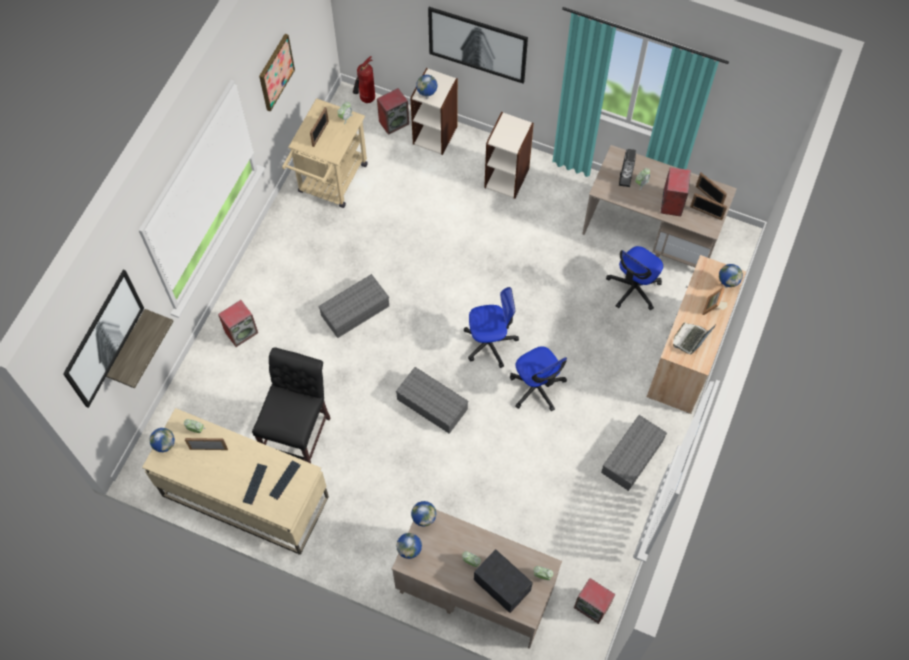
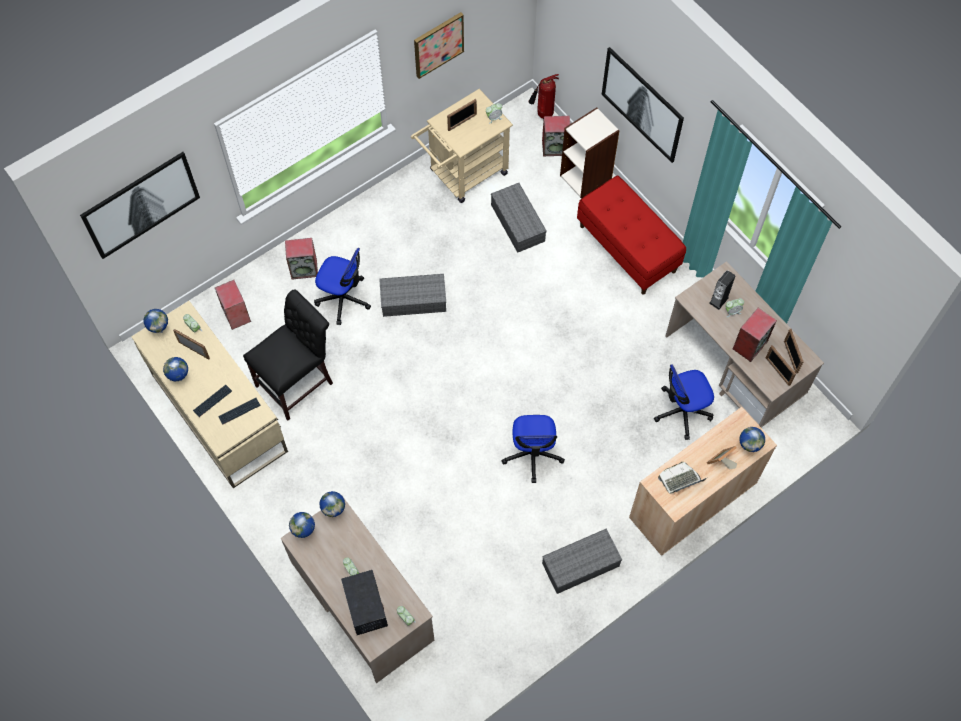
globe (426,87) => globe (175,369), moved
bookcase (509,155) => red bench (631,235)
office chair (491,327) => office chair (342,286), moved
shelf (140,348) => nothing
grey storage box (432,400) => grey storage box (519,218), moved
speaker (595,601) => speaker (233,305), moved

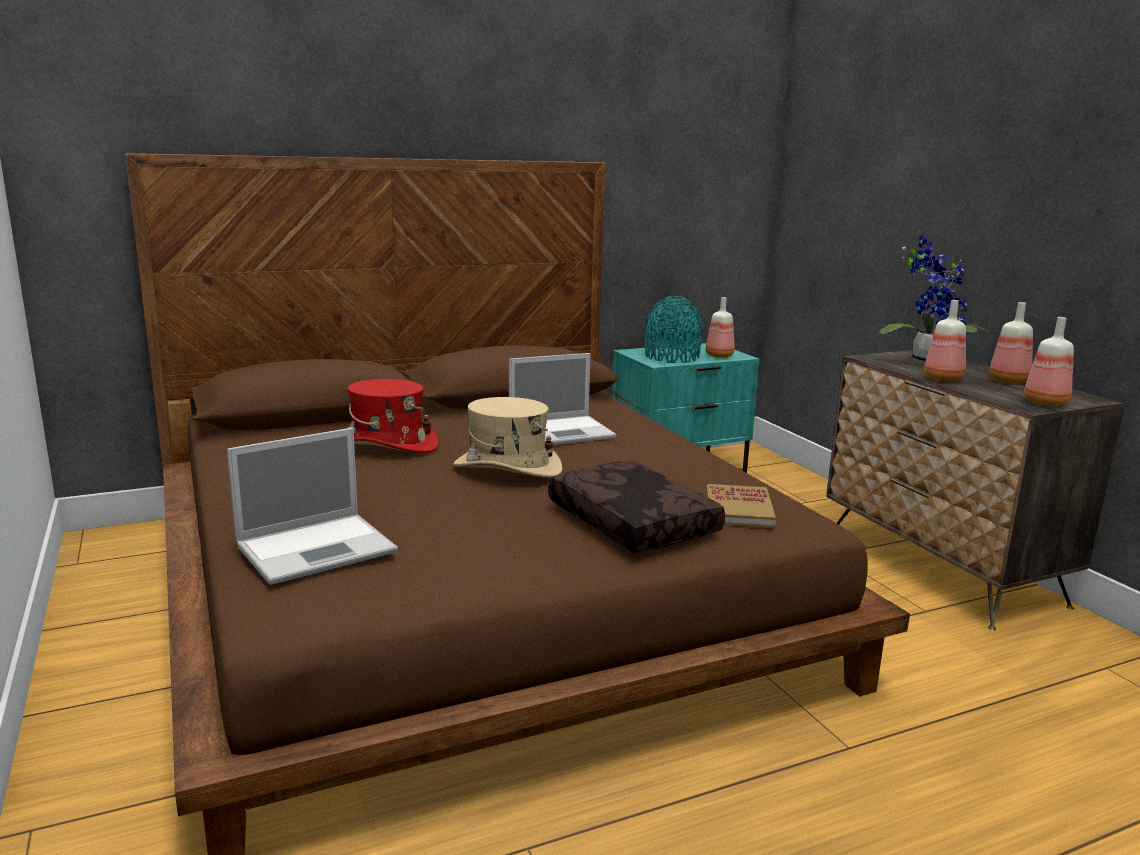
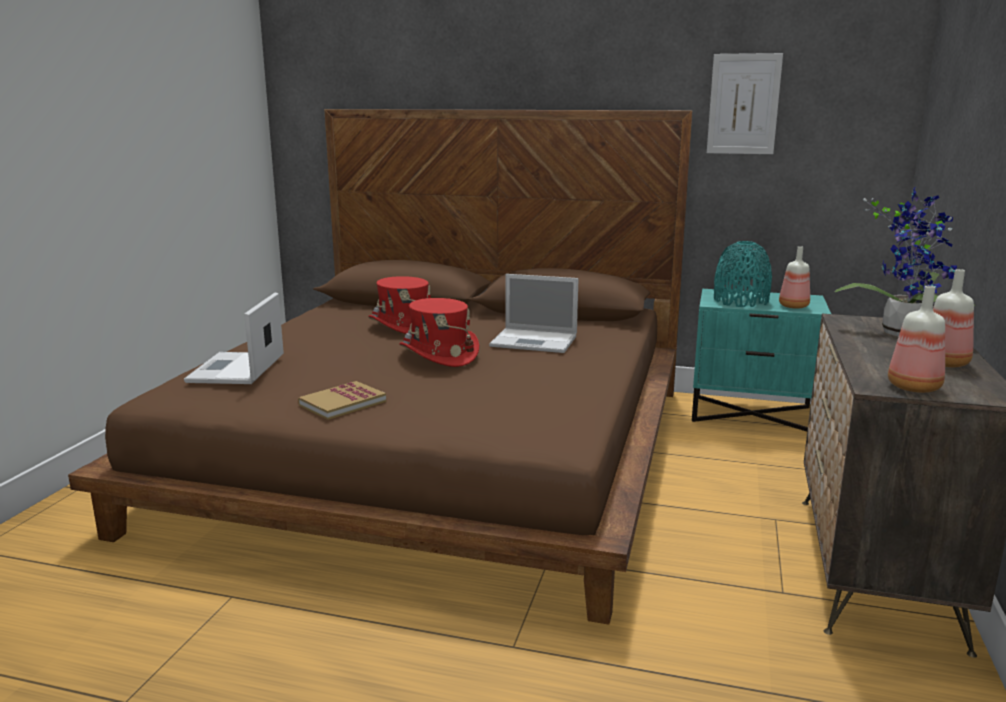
bottle (945,340) => nothing
beige hat (507,437) => red hat (439,332)
laptop (312,506) => laptop (234,338), 90 degrees clockwise
brown pillow (636,507) => nothing
book (741,506) => book (342,400), moved
nothing => picture (745,103)

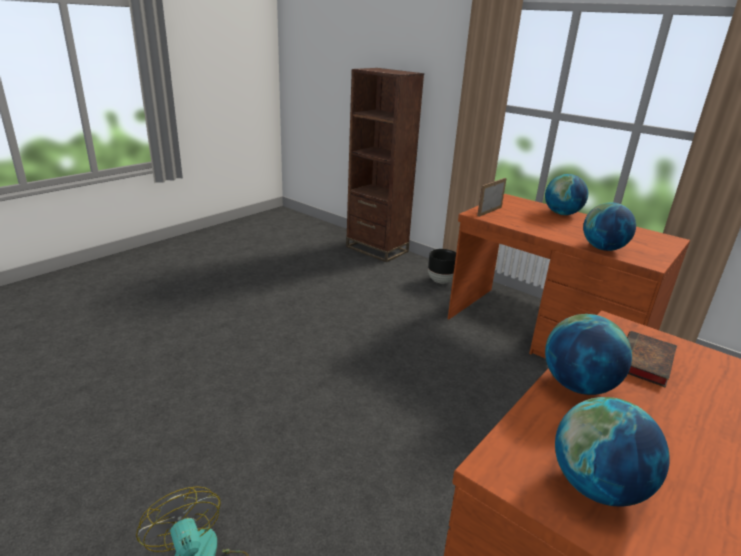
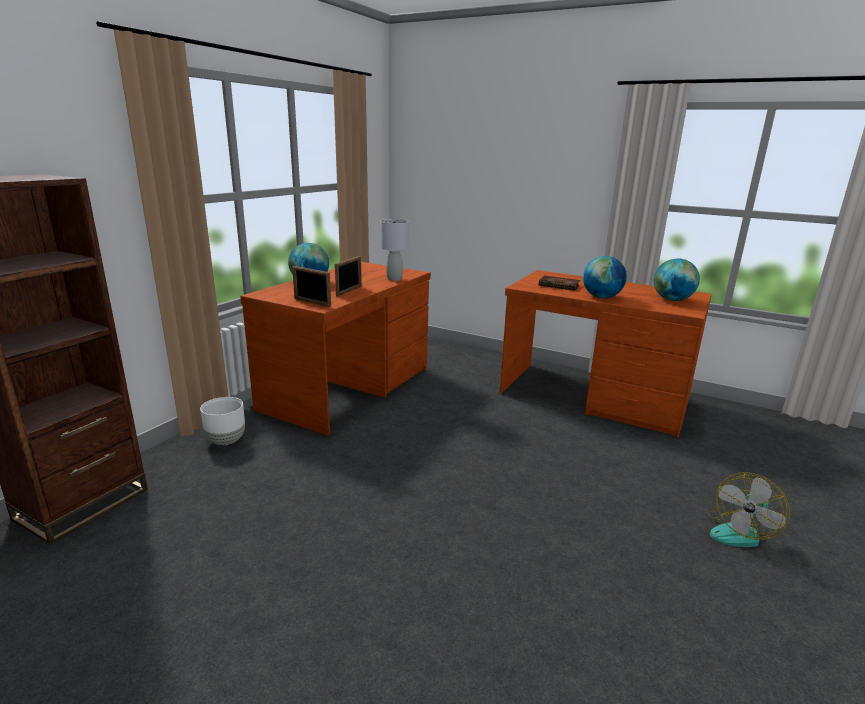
globe (609,226) => grey table lamp (394,250)
black planter (442,266) => white planter (222,421)
nothing => picture frame (348,276)

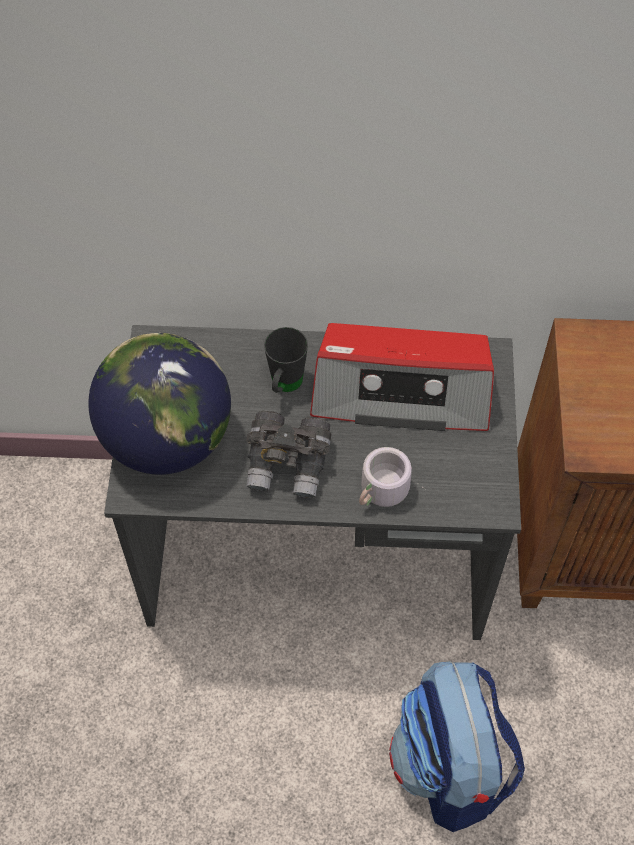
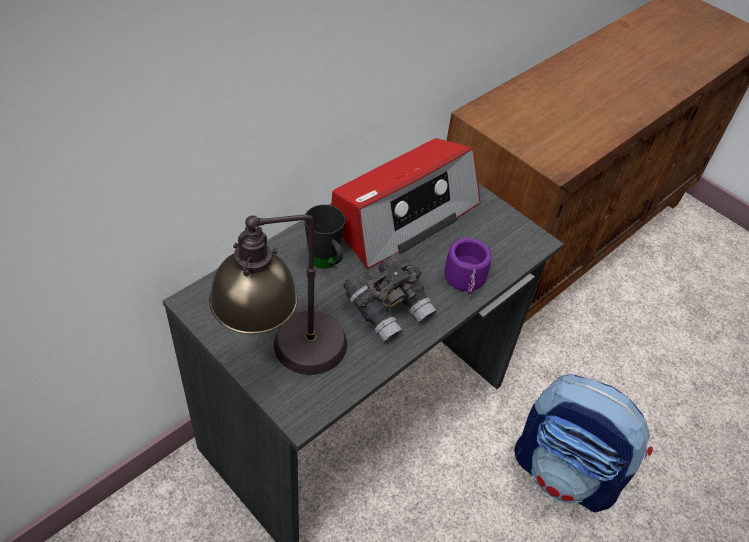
globe (159,404) => table lamp (278,295)
grey mug (392,477) => purple mug (468,266)

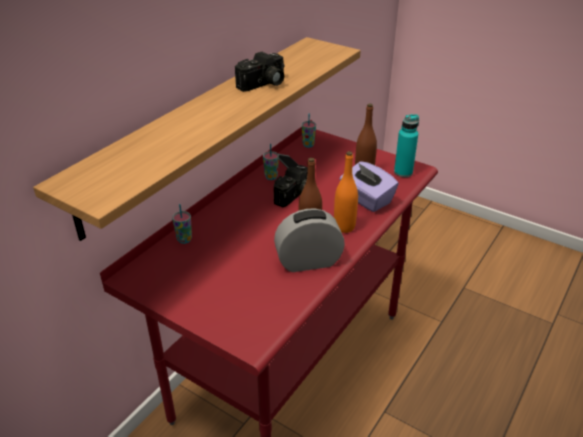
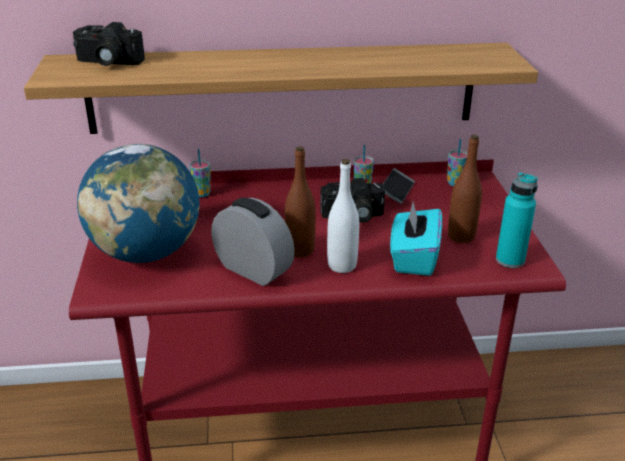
photo camera (259,72) => photo camera (109,44), moved
orange bottle (346,192) => white bottle (343,216)
purple tissue box (369,186) => turquoise tissue box (416,239)
nothing => globe (138,203)

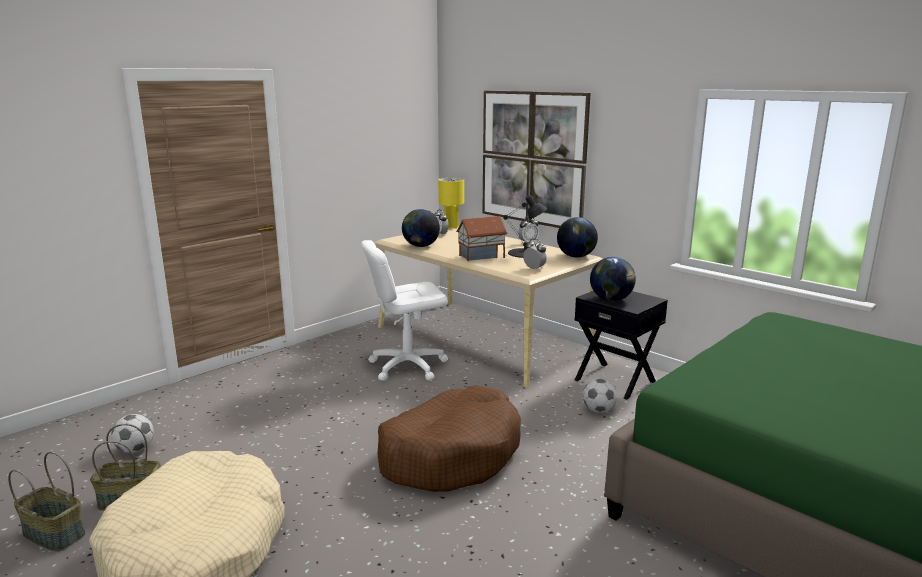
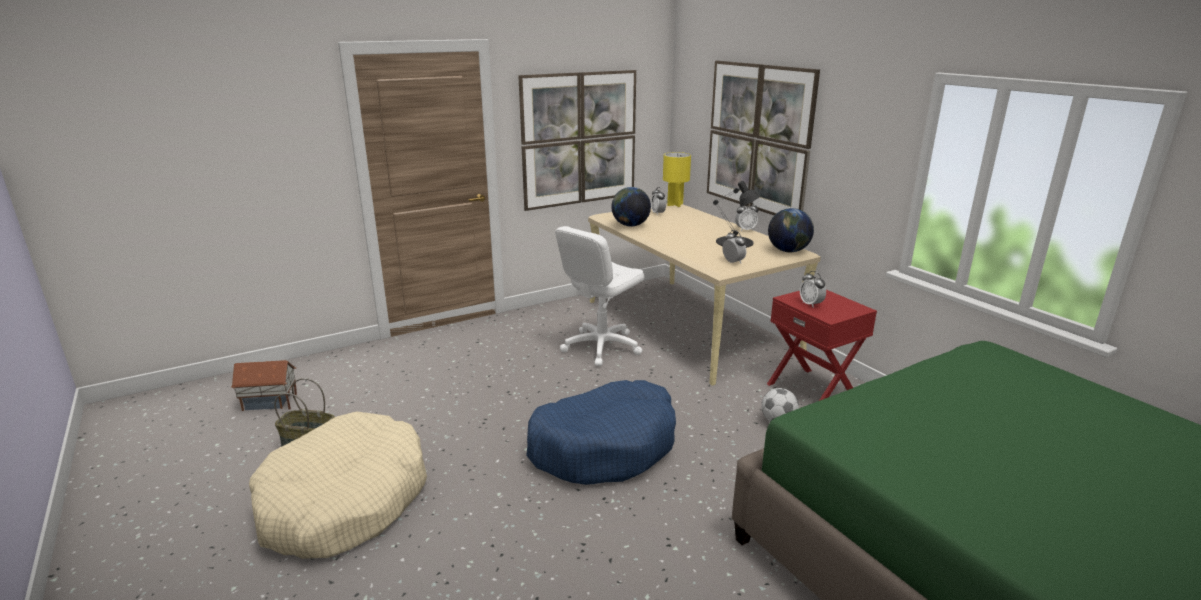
toy house (482,238) => toy house (264,385), moved
white office chair (404,310) => white office chair (599,296), 45 degrees counterclockwise
globe (613,279) => alarm clock (813,289)
black nightstand (621,345) => red nightstand (822,345)
brown dog bed (449,438) => blue dog bed (601,432)
football (132,433) => nothing
basket (46,501) => nothing
nothing => picture (577,140)

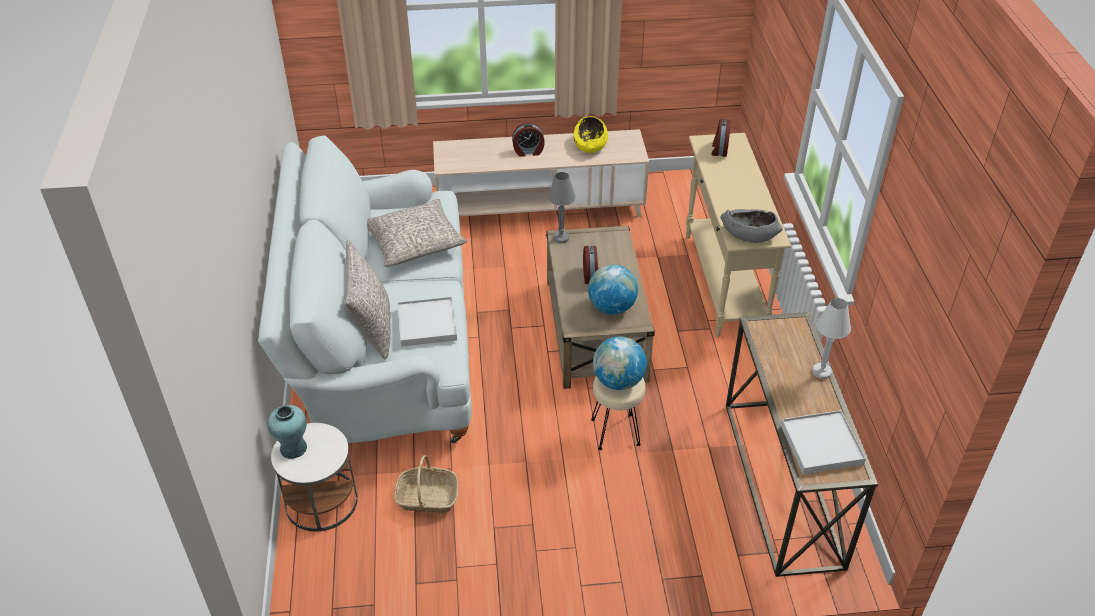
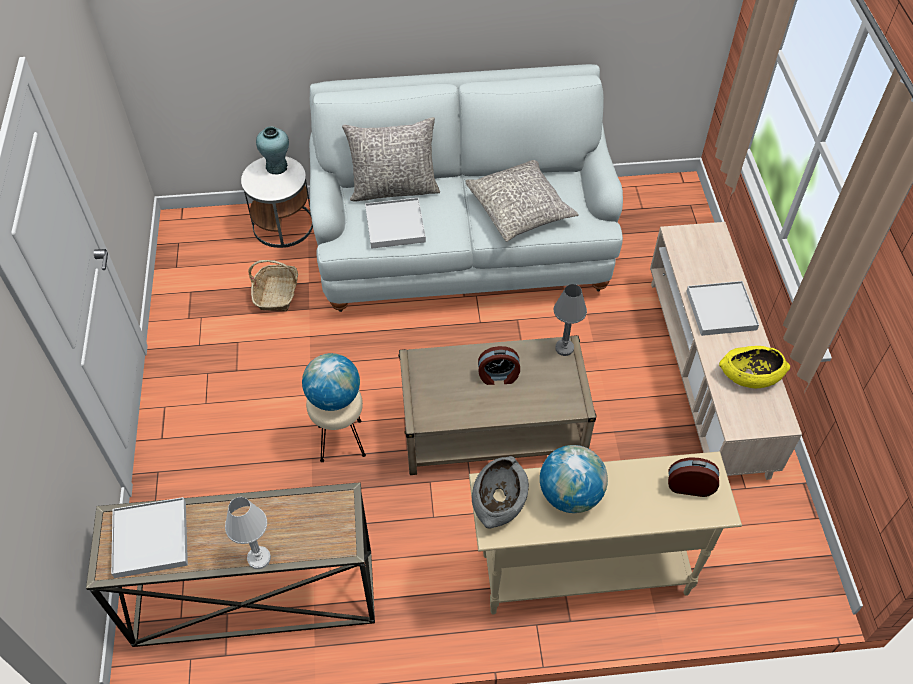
alarm clock (528,139) => white tray (722,308)
globe (613,289) => globe (574,479), moved

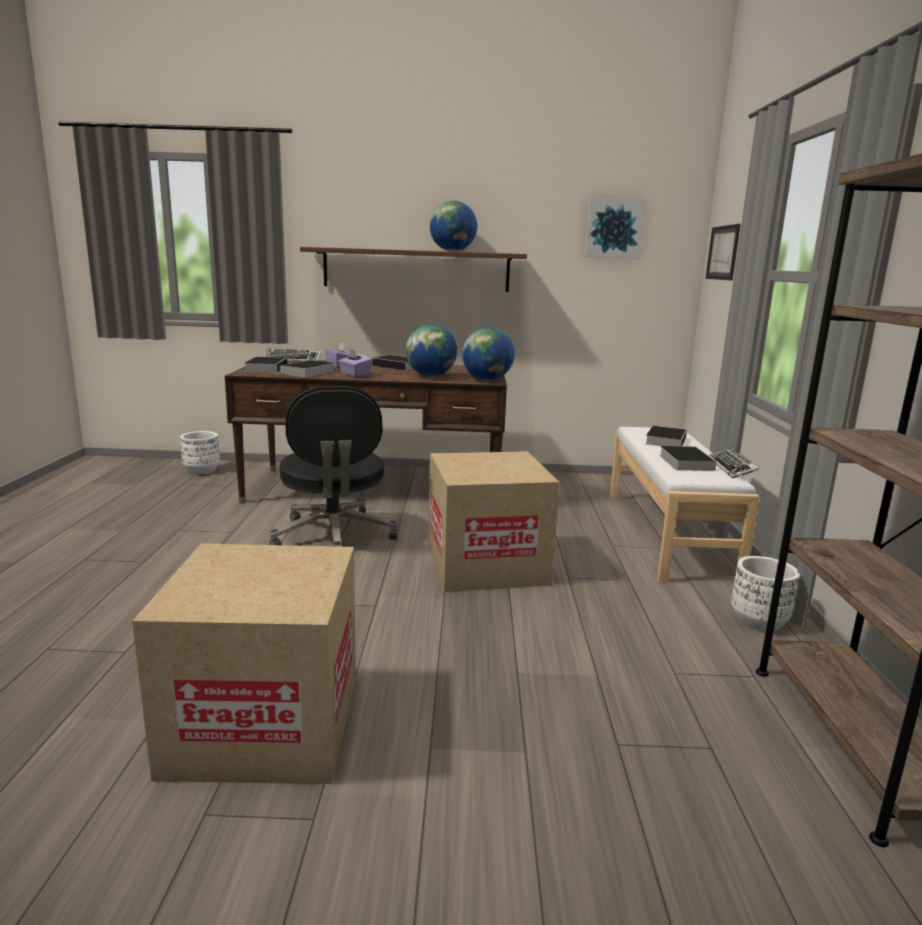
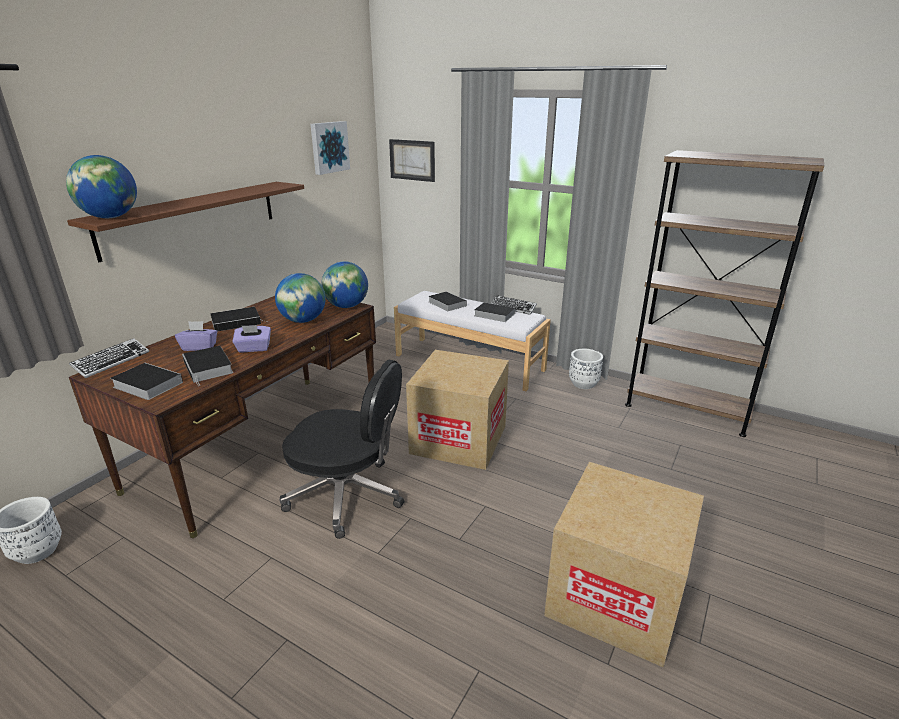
globe (453,226) => globe (101,186), moved

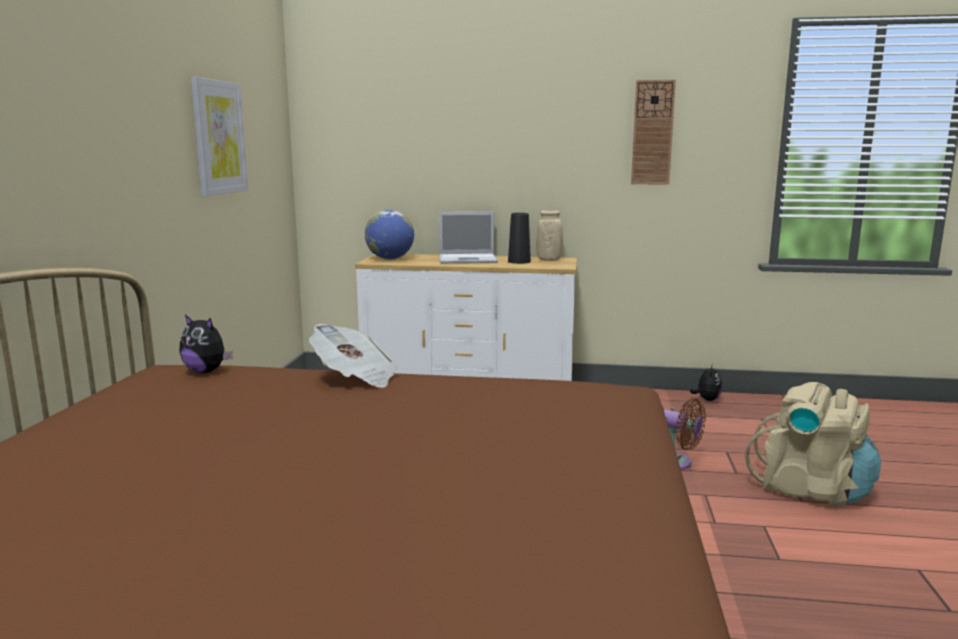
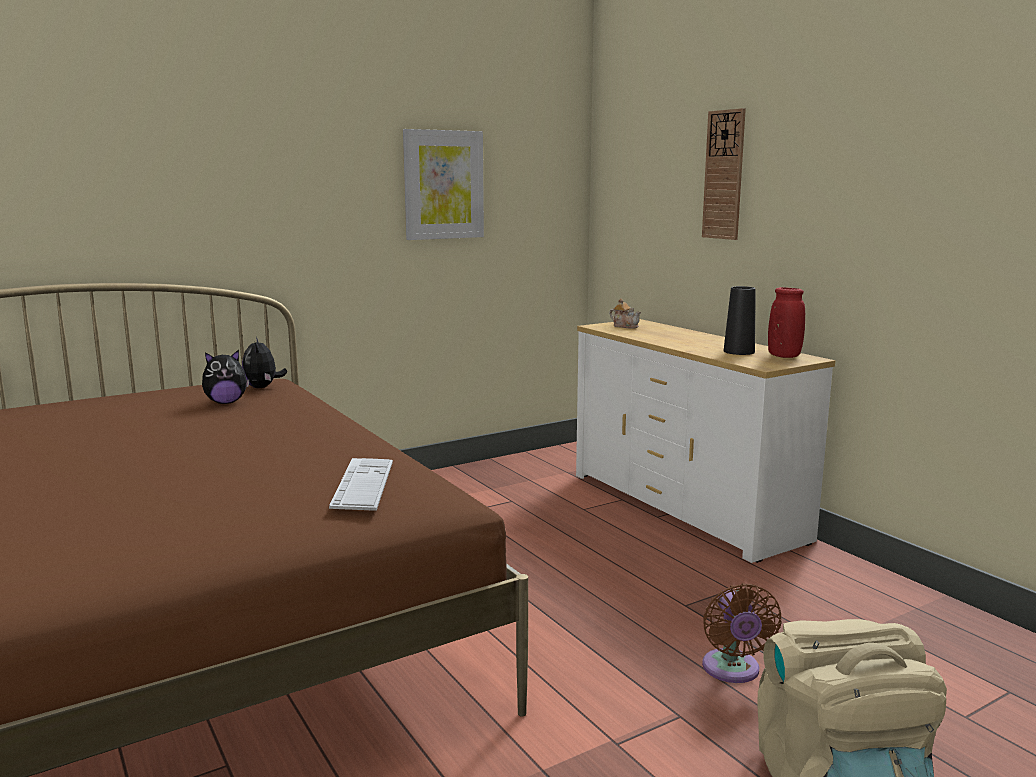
wall clock (653,132) => wall clock (724,174), moved
globe (389,234) => teapot (625,313)
beige vase (549,235) => red vase (786,322)
laptop (468,238) => nothing
newspaper (353,356) => nothing
plush toy (706,382) => plush toy (226,377), moved
nothing => keyboard (361,484)

